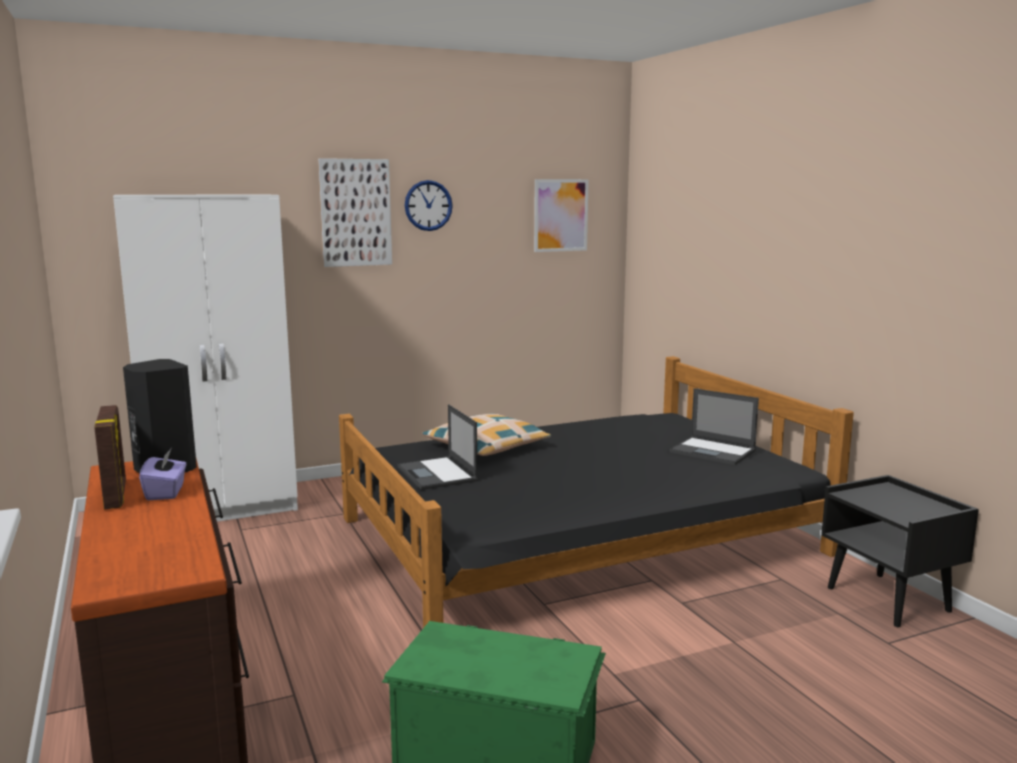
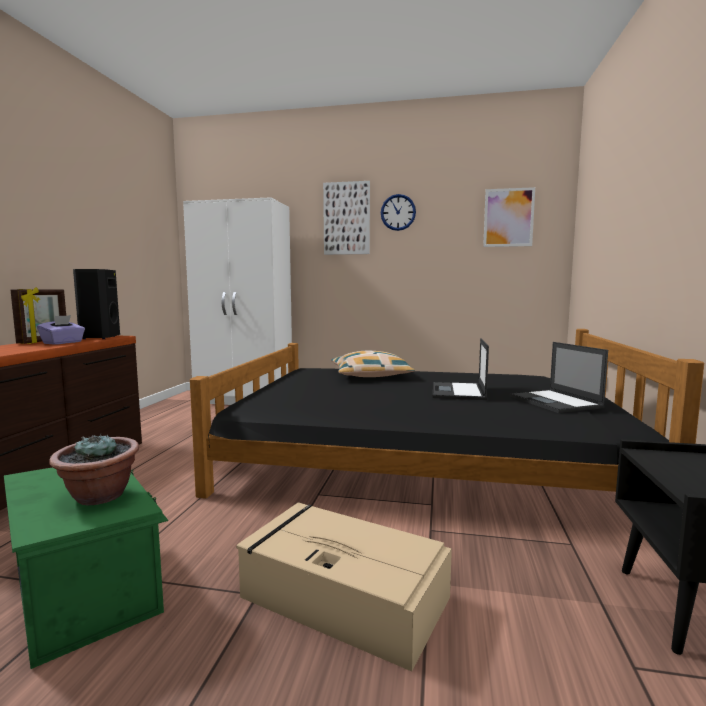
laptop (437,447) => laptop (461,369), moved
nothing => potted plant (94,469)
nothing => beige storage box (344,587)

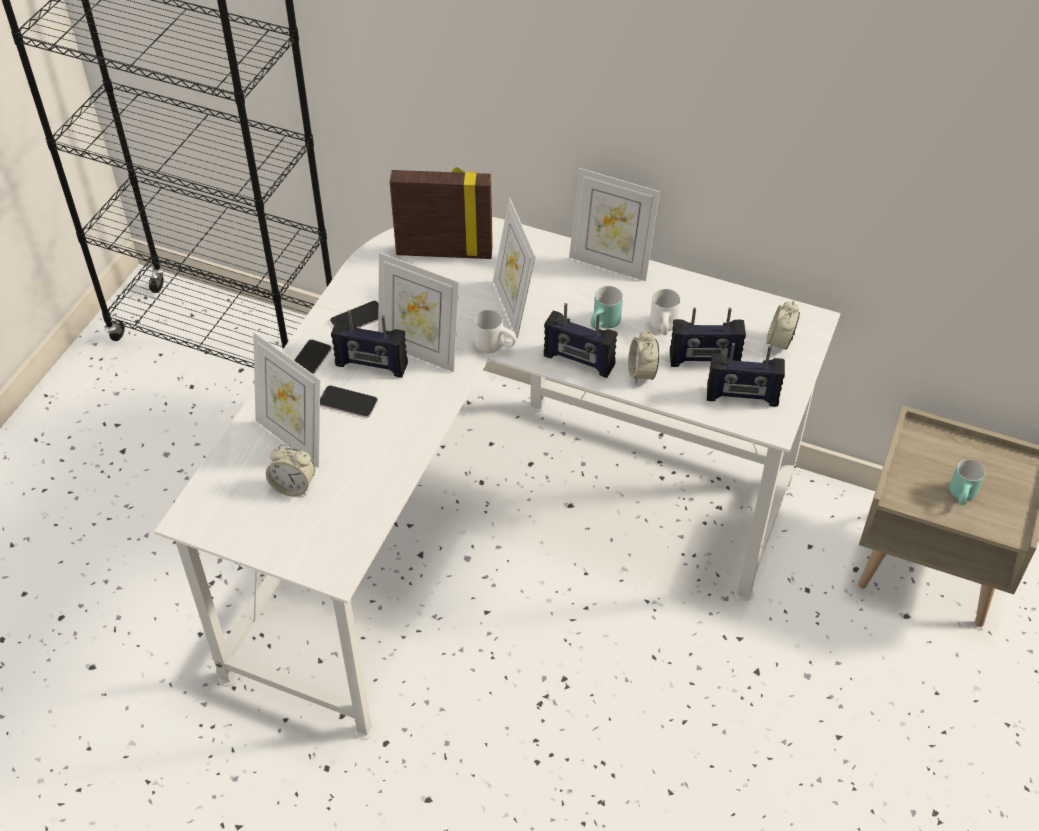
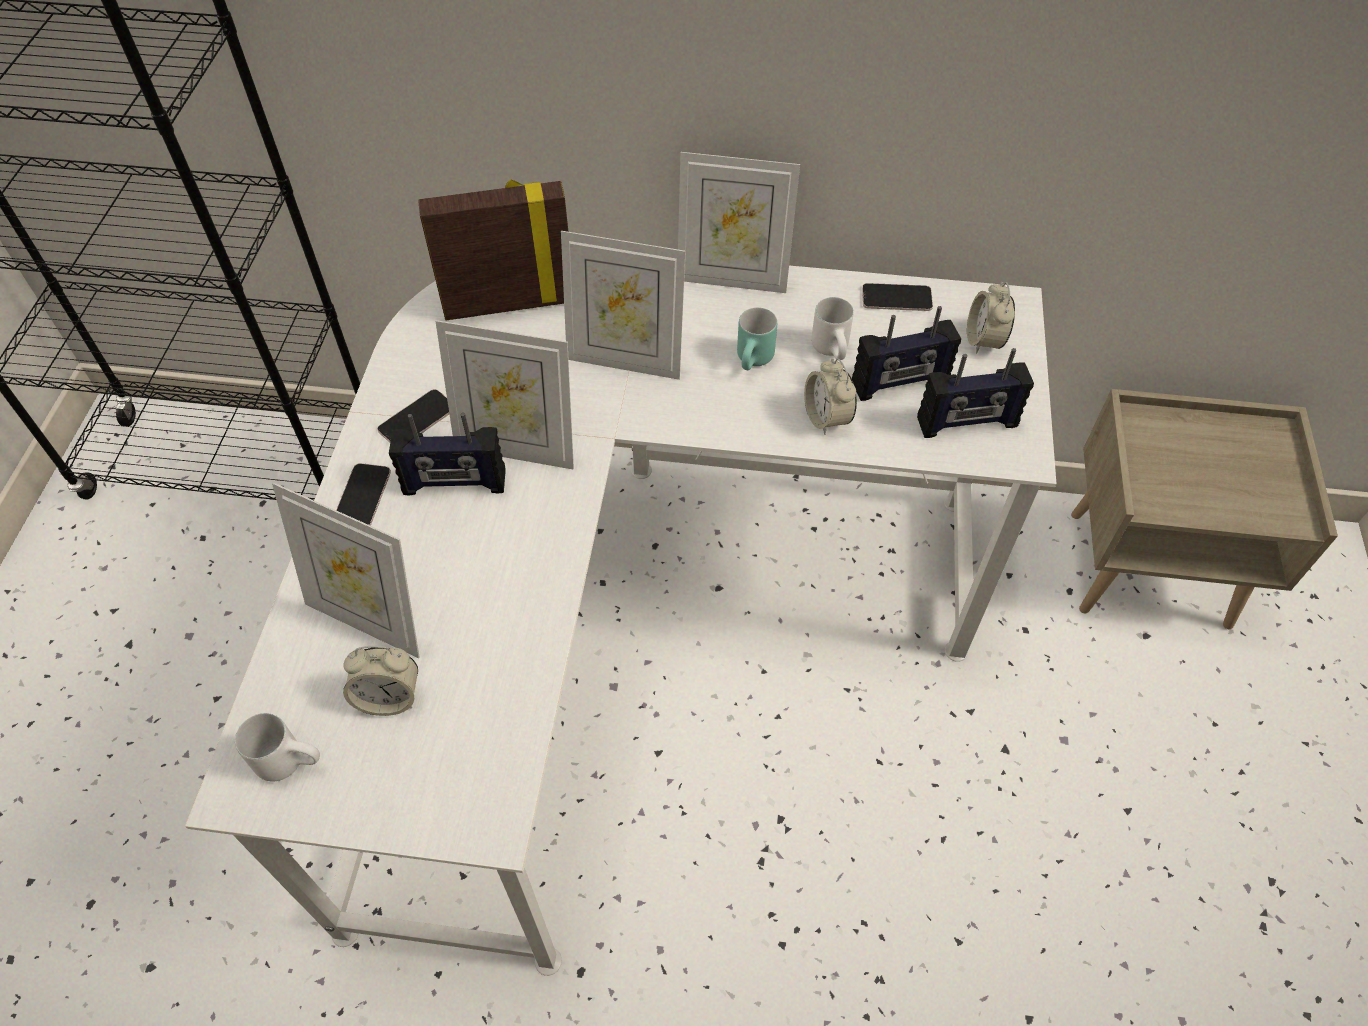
picture frame (514,268) => picture frame (623,305), 45 degrees counterclockwise
radio (580,340) => nothing
white mug (495,331) => white mug (277,747), moved
phone (349,401) => phone (897,297), moved
turquoise mug (967,482) => nothing

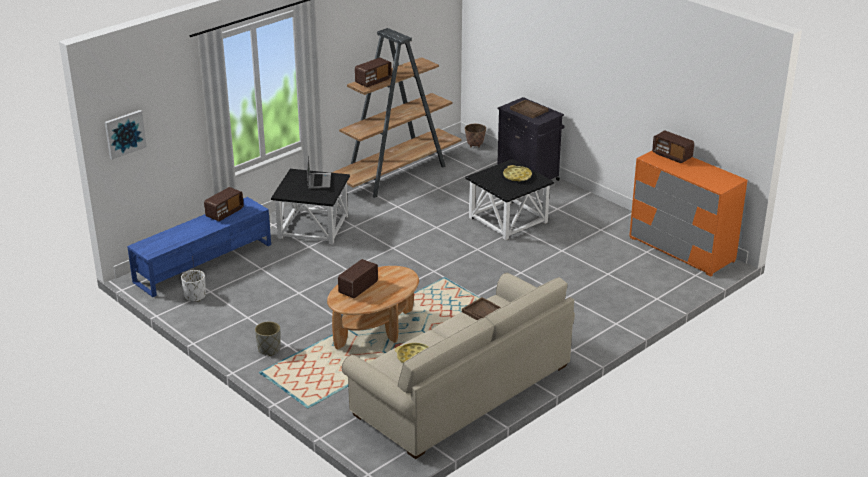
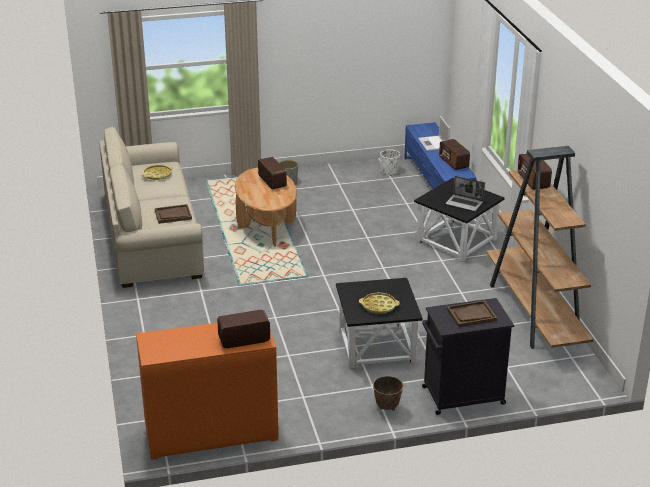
picture (126,135) => nothing
planter (475,136) => planter (388,393), moved
nothing => laptop (434,133)

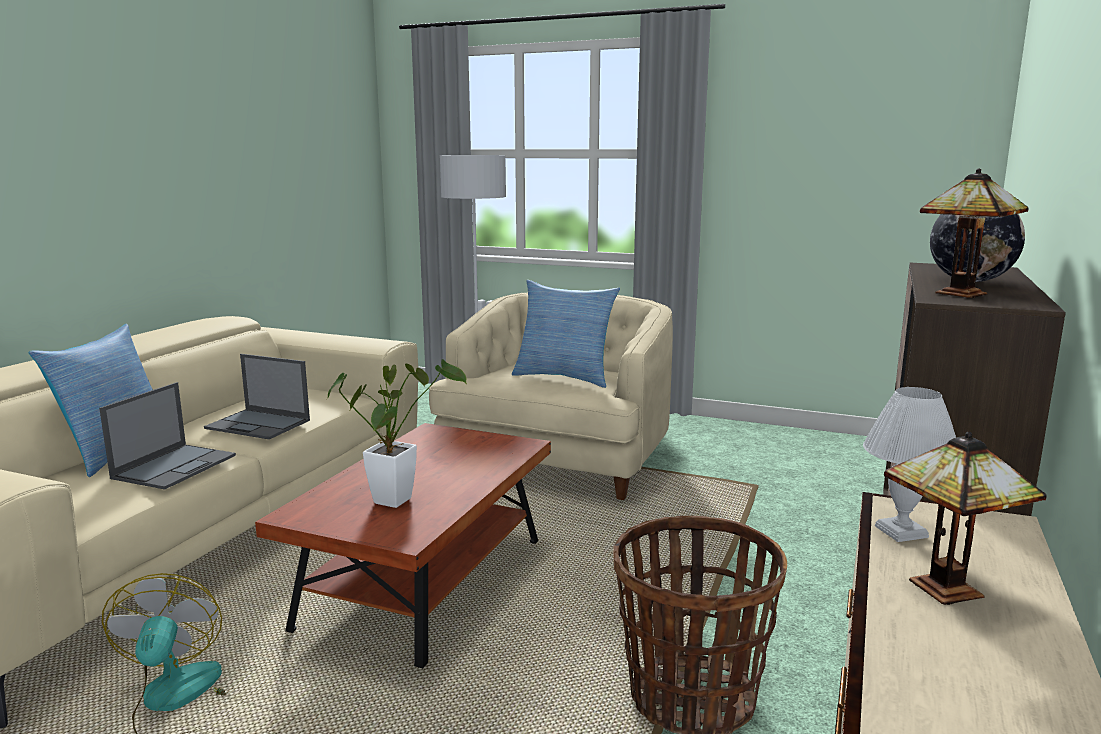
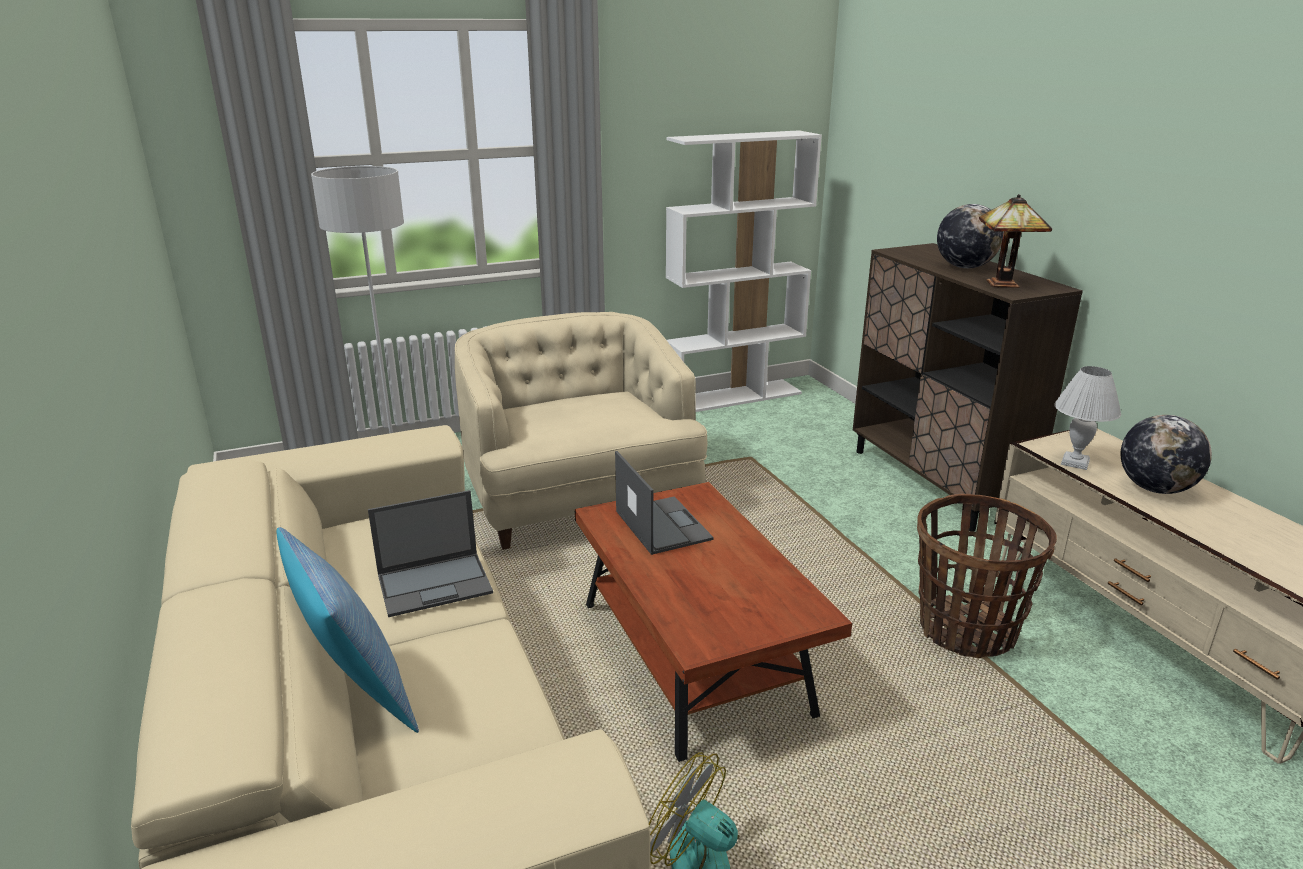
pillow (566,334) => nothing
potted plant (397,433) => nothing
laptop (167,436) => laptop (664,503), moved
table lamp (965,518) => globe (1166,454)
nothing => white bookcase (744,271)

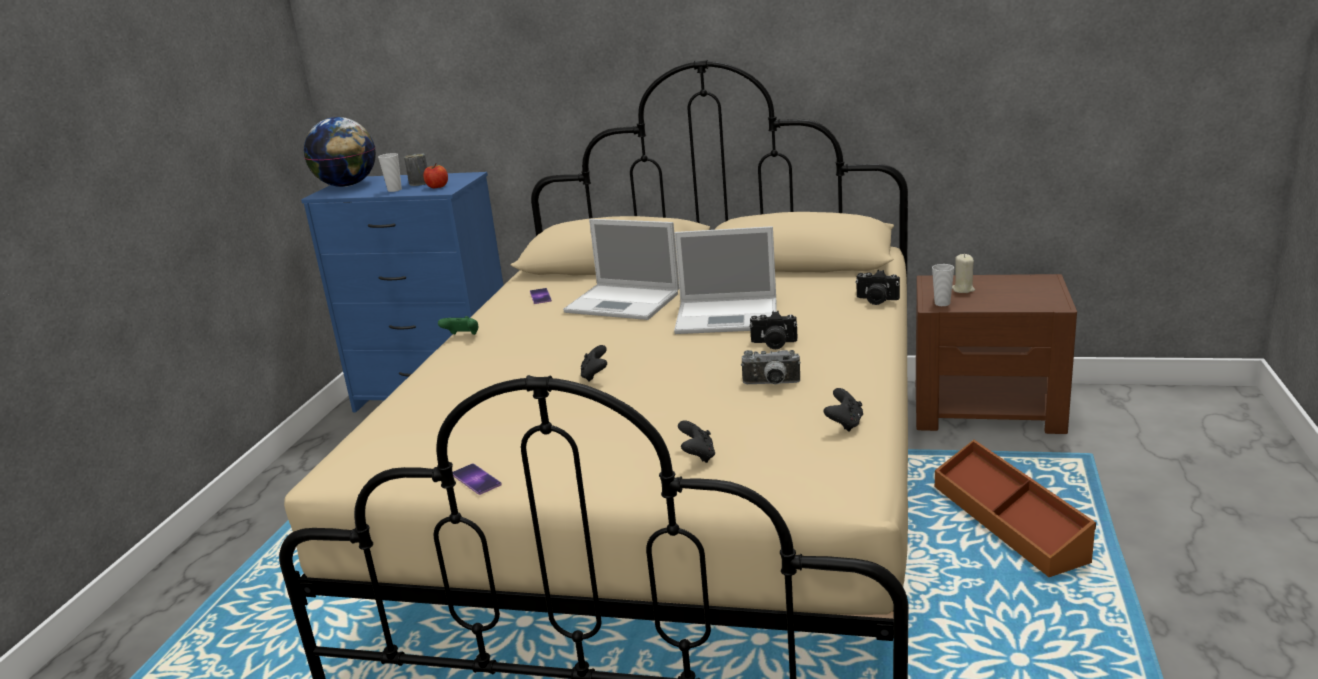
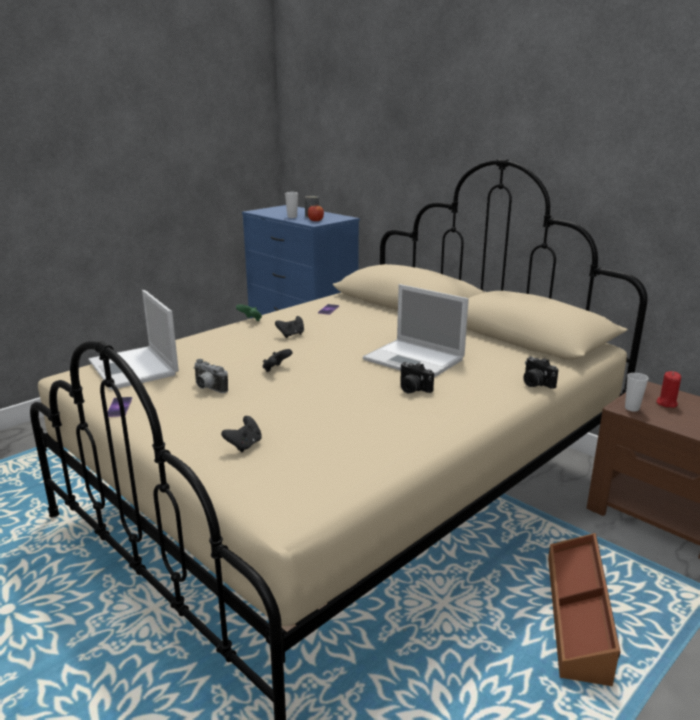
globe (340,152) => nothing
laptop (621,269) => laptop (134,340), moved
beige candle (963,273) => red candle (668,389)
photo camera (771,367) => photo camera (211,376), moved
black game controller (843,410) => black game controller (289,327), moved

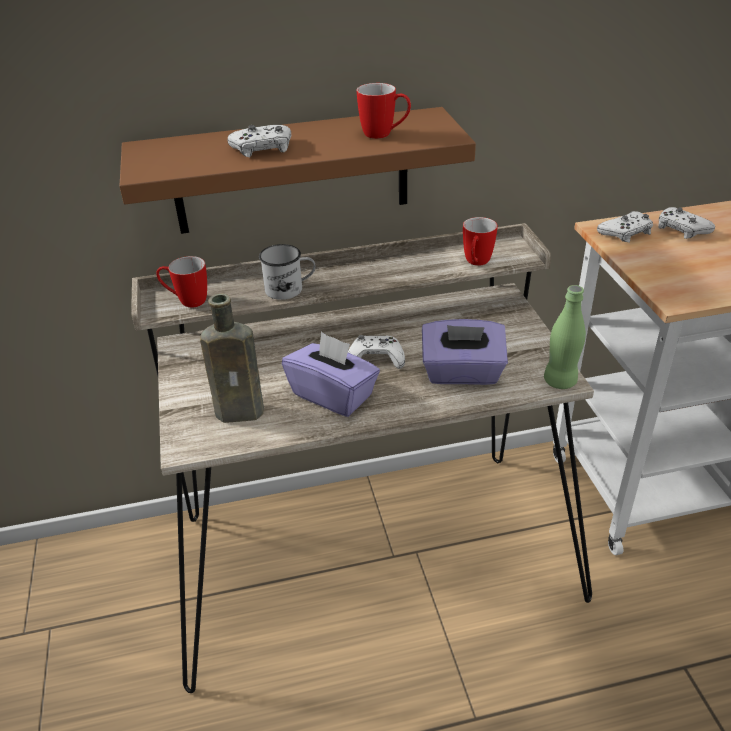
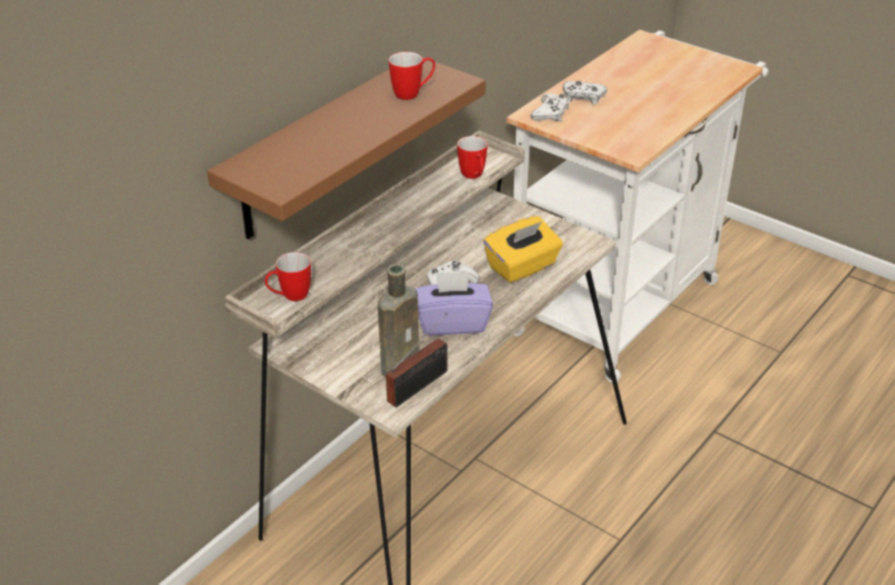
white game controller (259,141) => nothing
white mug (287,272) => nothing
green bottle (565,337) => nothing
purple tissue box (465,352) => yellow tissue box (523,249)
nothing => radio (417,360)

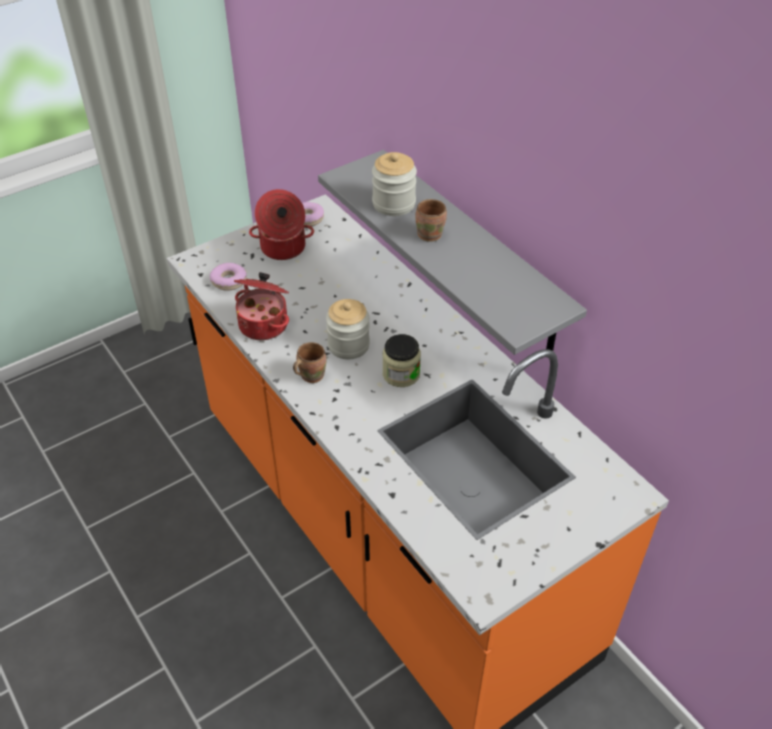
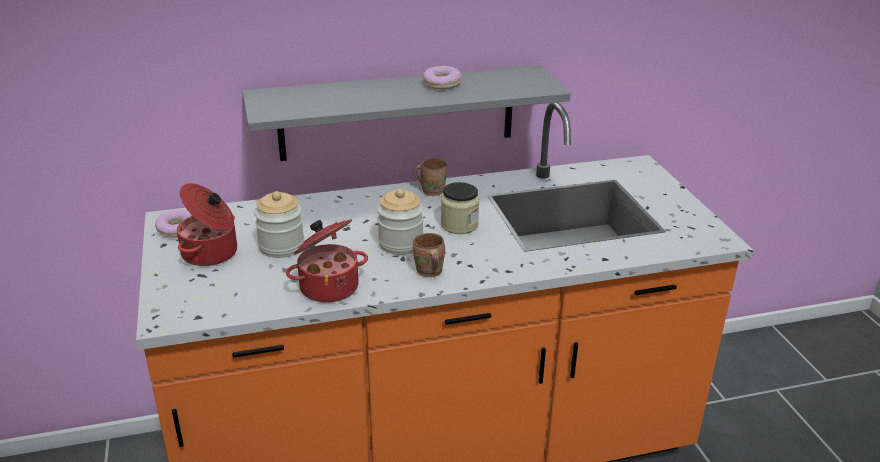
jar (394,184) => jar (279,224), moved
brown mug (431,220) => brown mug (430,177), moved
donut (228,277) => donut (442,78), moved

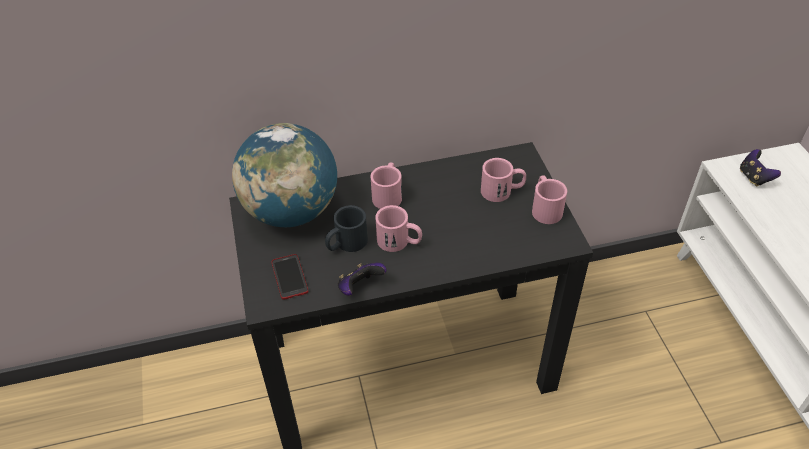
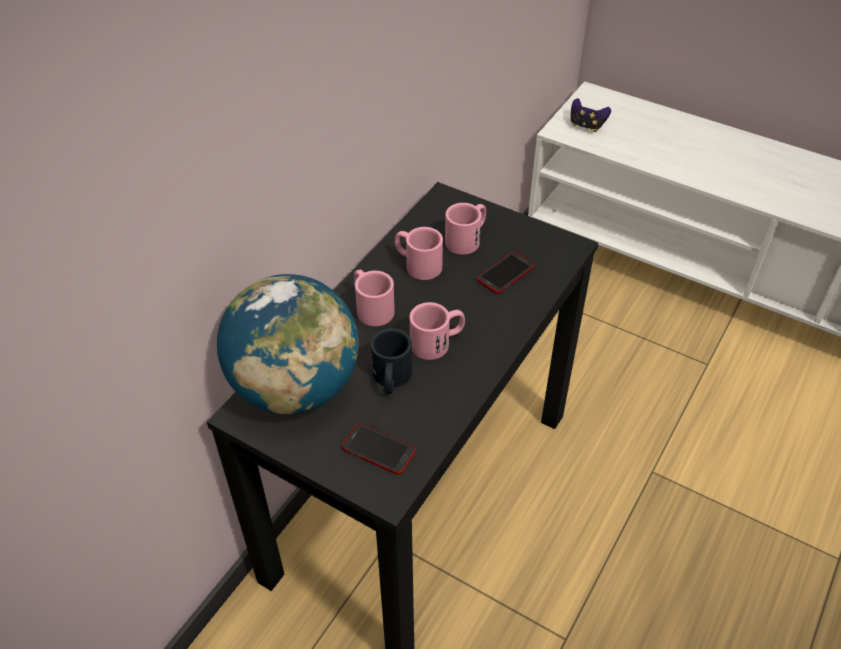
pink mug (549,200) => pink mug (419,253), moved
game controller (362,279) => nothing
nothing => phone (506,272)

